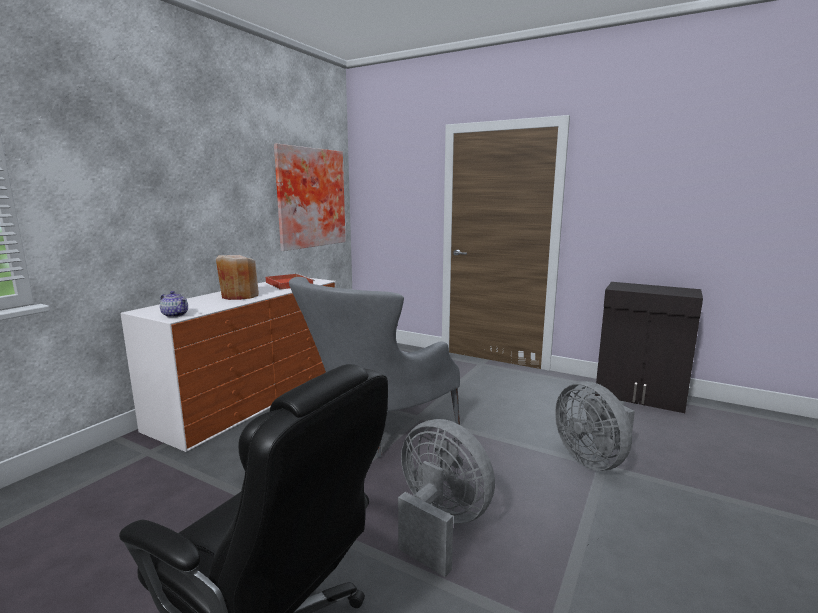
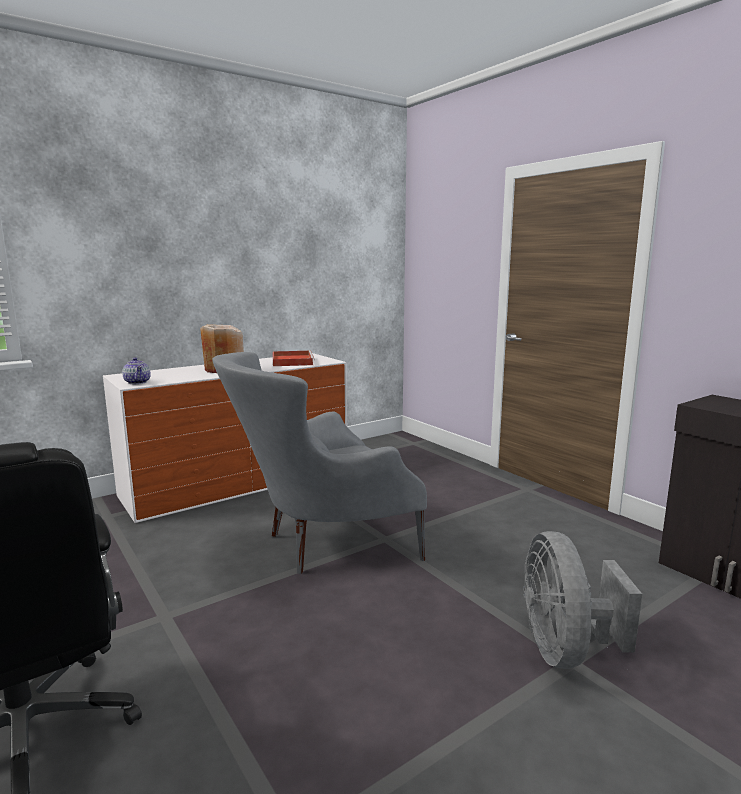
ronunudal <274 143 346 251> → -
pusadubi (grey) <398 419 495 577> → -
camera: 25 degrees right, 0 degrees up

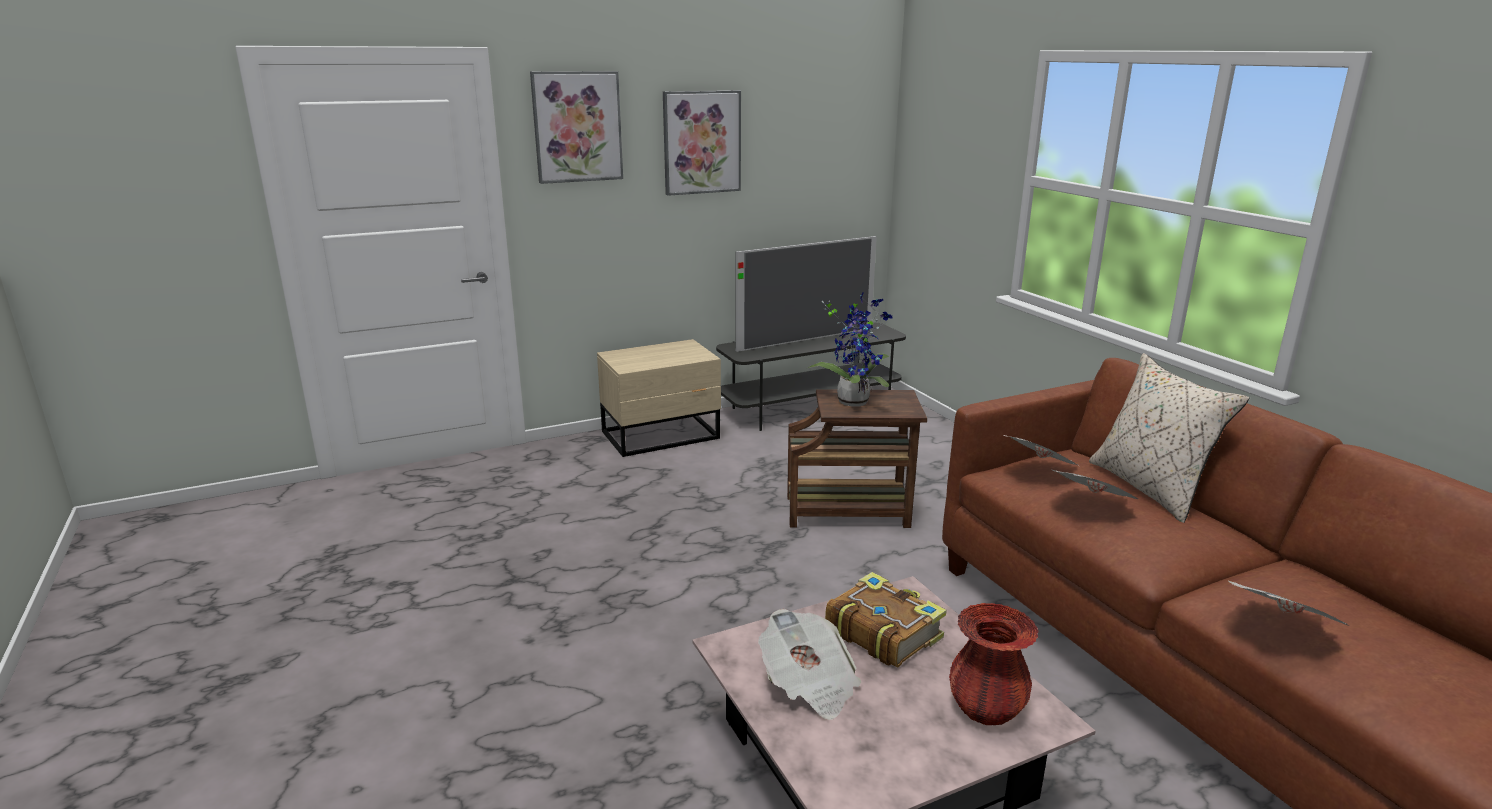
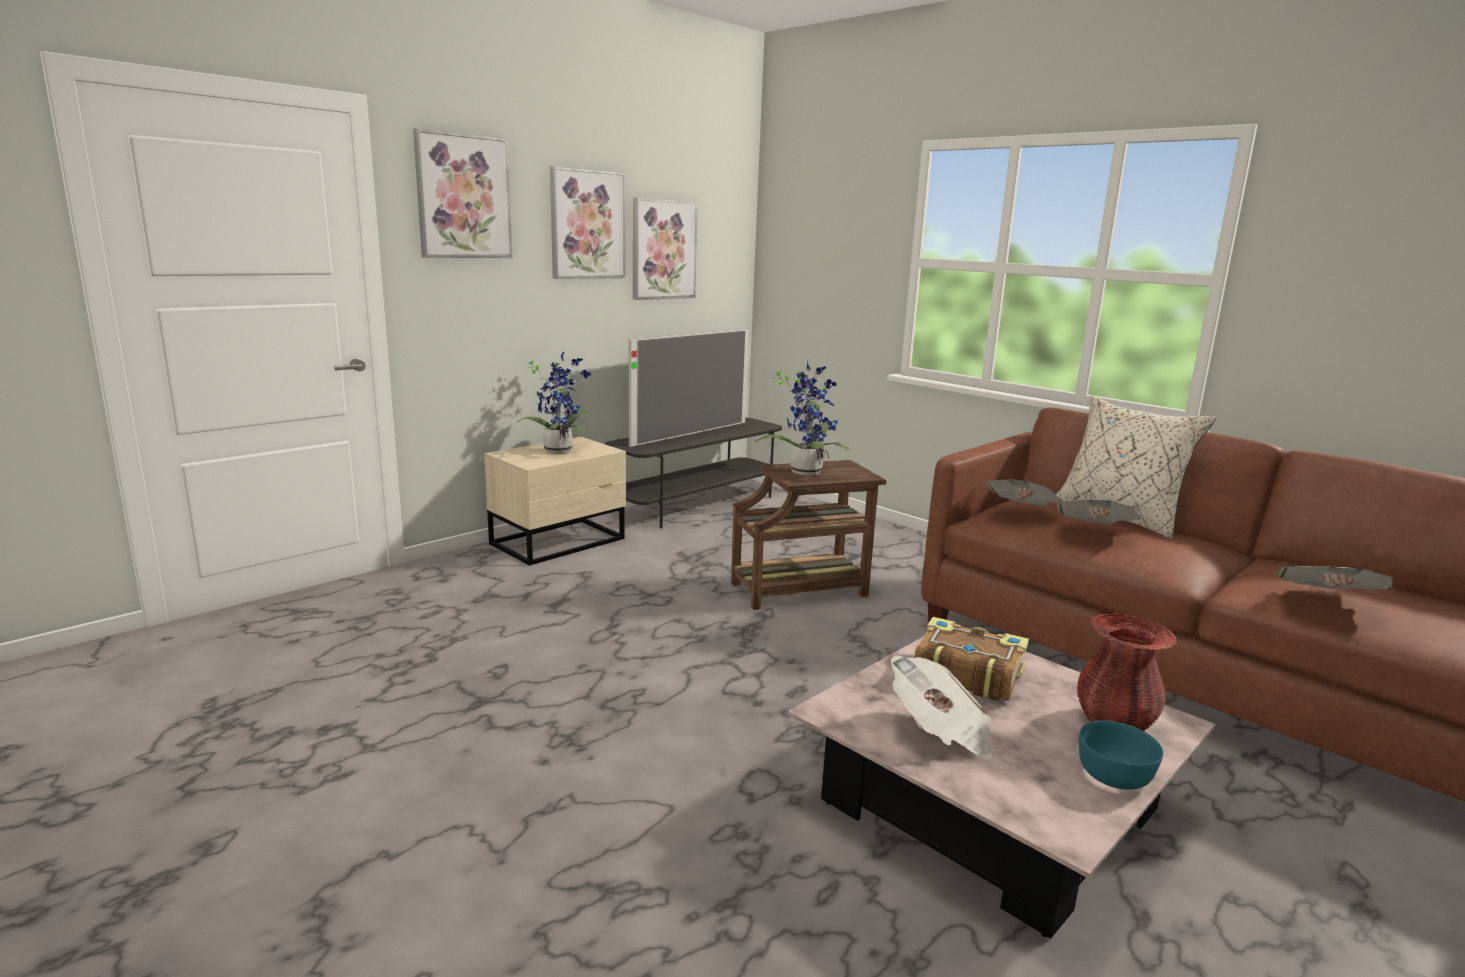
- → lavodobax <516 352 591 453>
- → ronunudal <633 198 698 300>
- → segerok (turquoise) <1079 721 1163 790>
camera: 20 degrees left, 5 degrees down

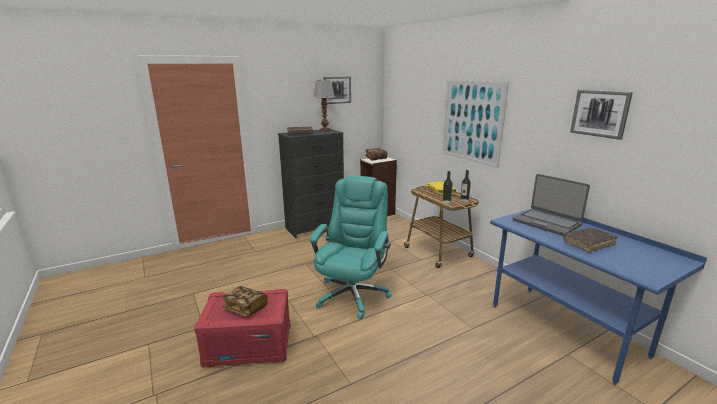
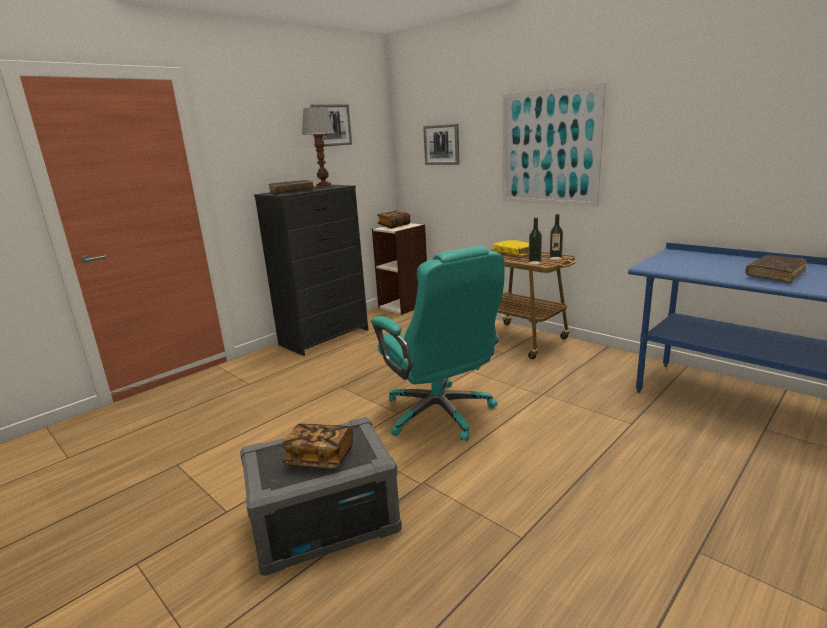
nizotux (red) <194 289 290 368> → nizotux (grey) <240 417 402 576>
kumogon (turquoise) <310 176 392 319> → kumogon (turquoise) <371 246 505 441>, 150 degrees clockwise
ronunudal <570 90 633 140> → ronunudal <423 124 459 165>, moved
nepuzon <512 174 590 236> → -
camera: 15 degrees left, 0 degrees up

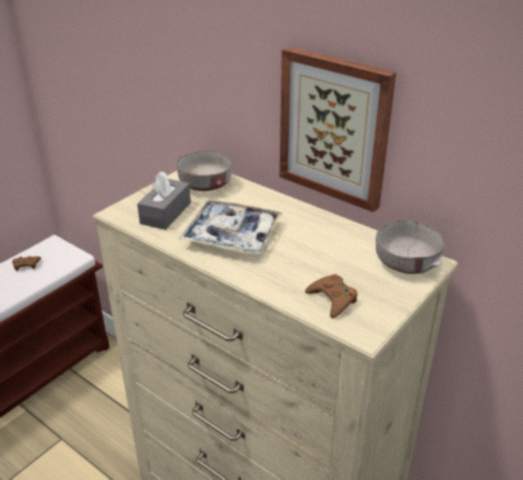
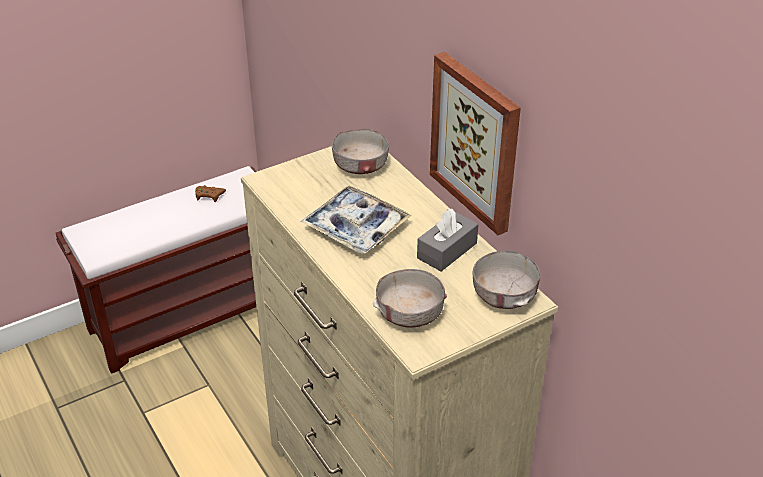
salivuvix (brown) <305 274 358 318> → segerok (grey) <373 269 447 328>
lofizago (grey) <137 171 191 230> → lofizago (grey) <417 209 478 271>, moved
camera: 20 degrees right, 5 degrees up

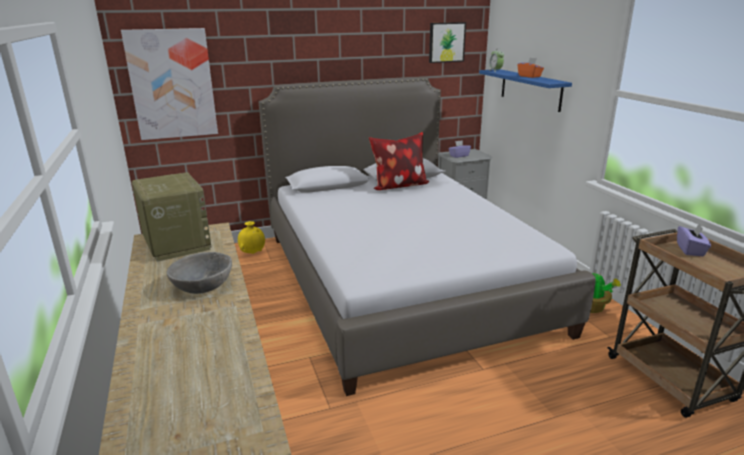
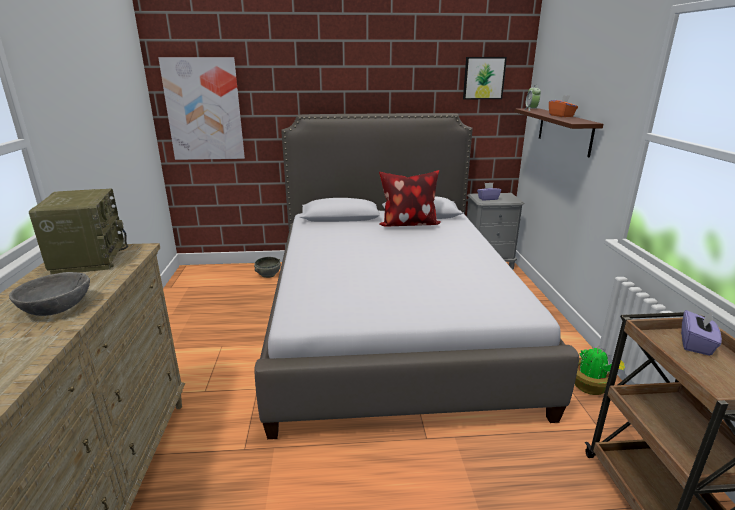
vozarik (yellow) <238 221 265 254> → segerok (grey) <254 257 281 278>
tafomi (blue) <479 69 572 112> → tafomi (brown) <515 108 603 157>
camera: 15 degrees right, 0 degrees up

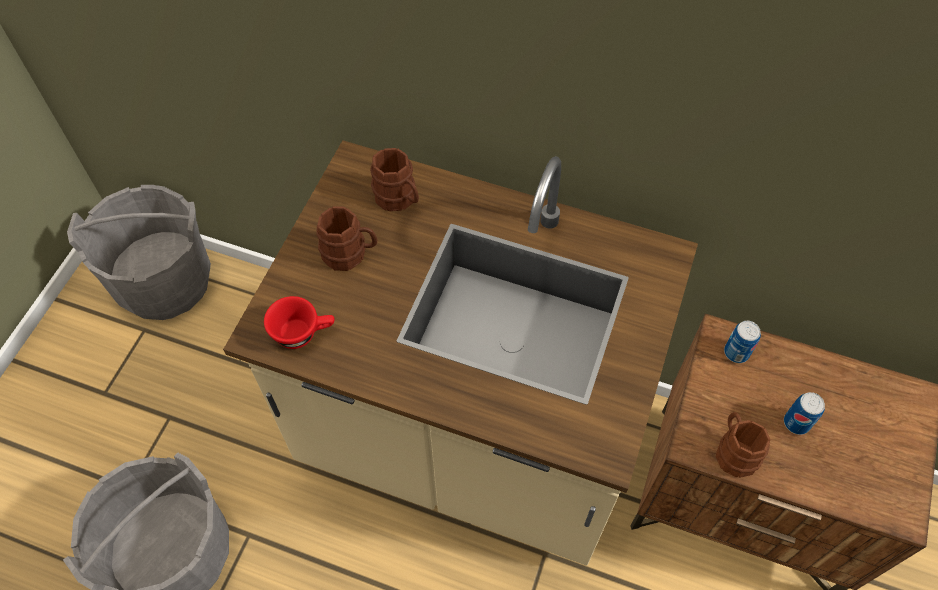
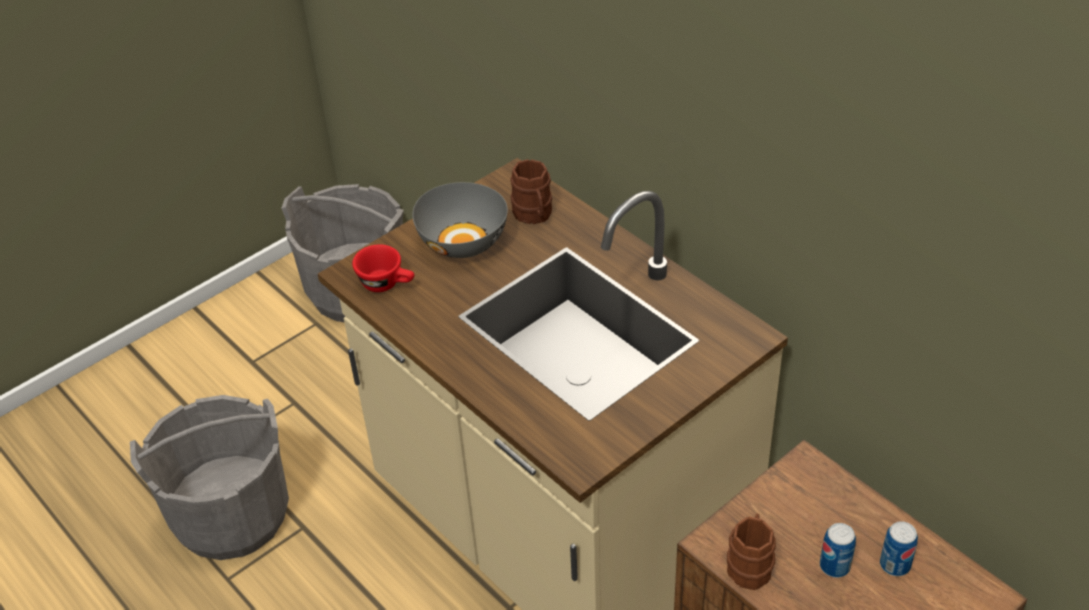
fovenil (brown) <317 206 377 271> → segerok (grey) <412 182 508 258>
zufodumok <724 321 761 363> → zufodumok <880 521 918 576>, moved
camera: 30 degrees right, 15 degrees down

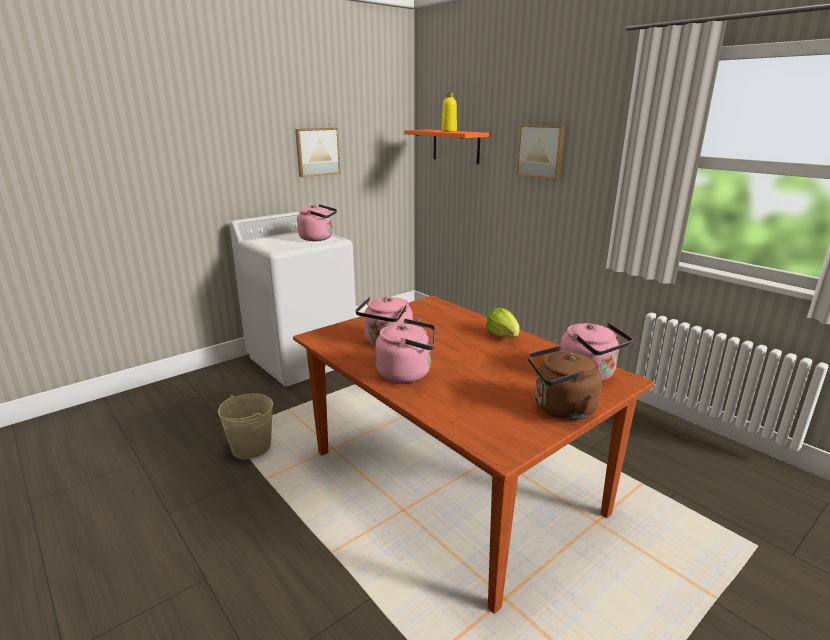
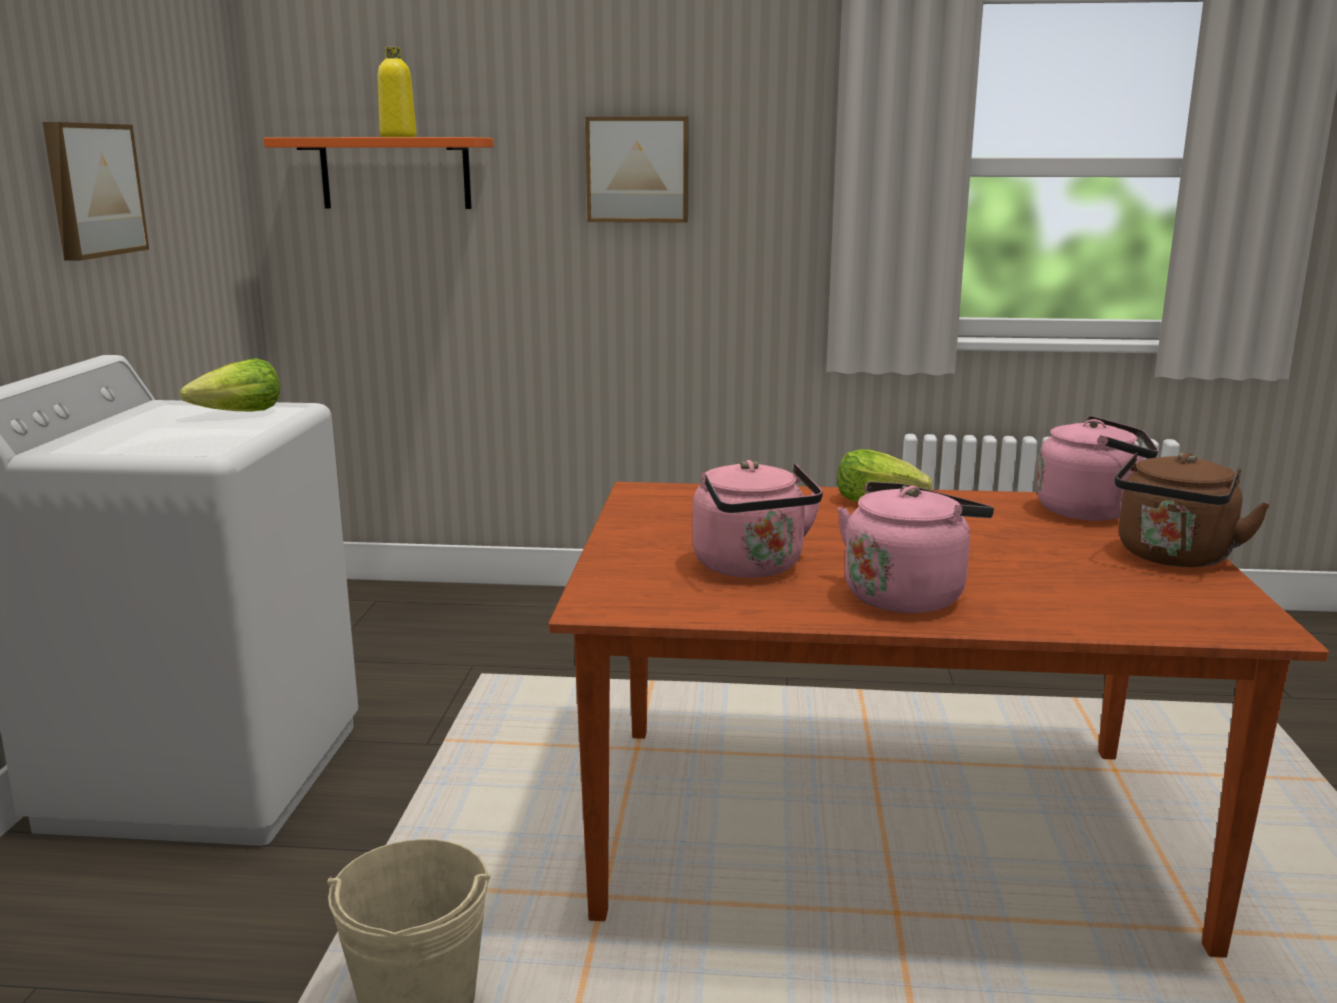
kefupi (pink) <297 204 337 241> → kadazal <180 358 280 412>
camera: 45 degrees left, 5 degrees down

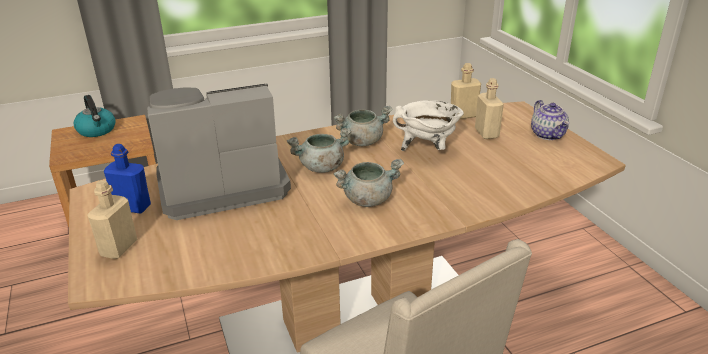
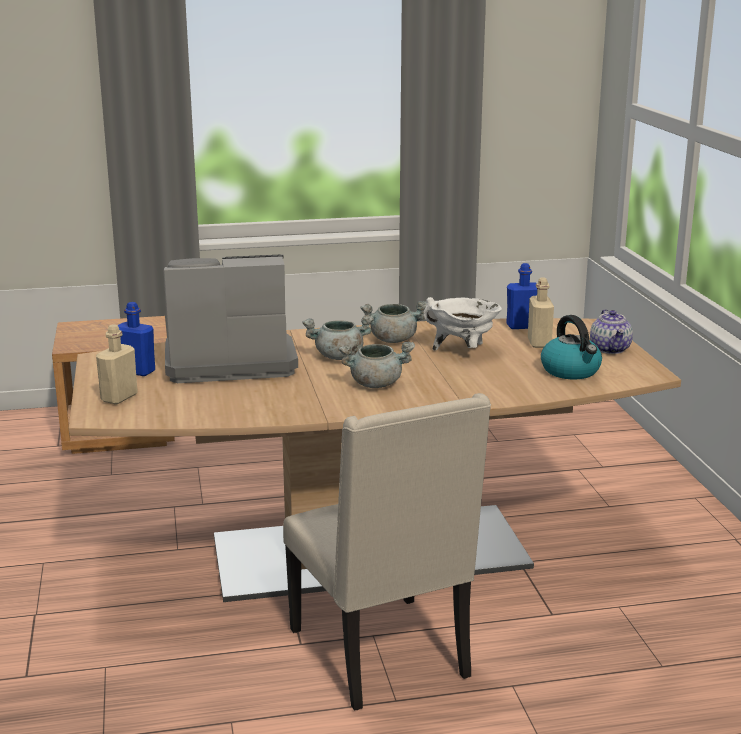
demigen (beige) <451 63 481 119> → demigen (blue) <506 263 537 329>
kefupi <74 95 115 137> → kefupi <541 315 602 379>, moved
camera: 10 degrees right, 10 degrees down

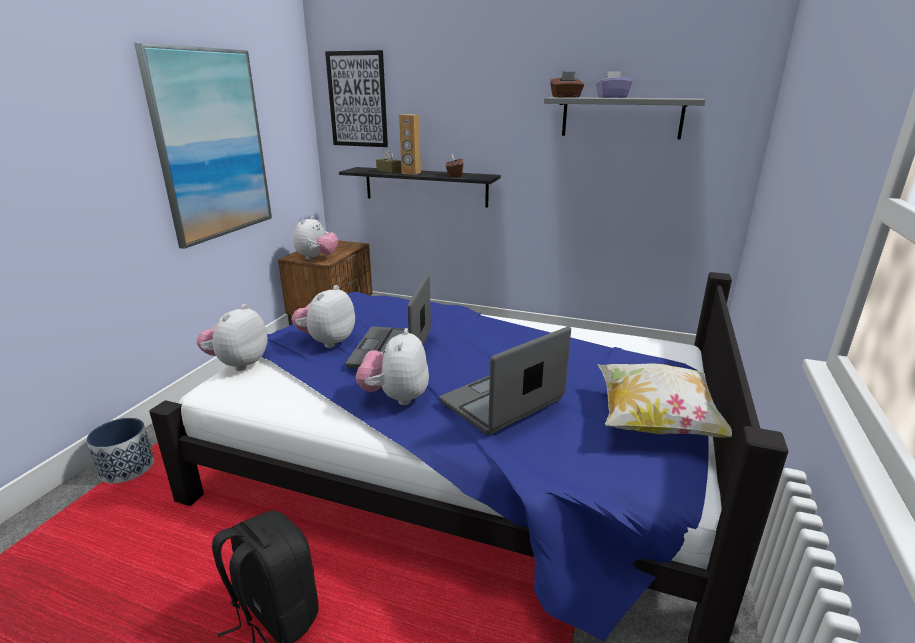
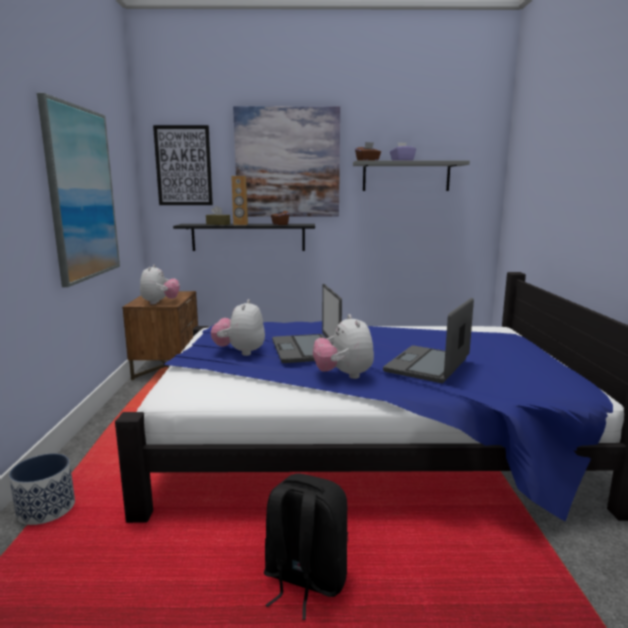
- → ronunudal <233 106 340 216>
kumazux <196 304 268 371> → -
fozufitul <597 363 732 438> → -
camera: 20 degrees left, 10 degrees down

